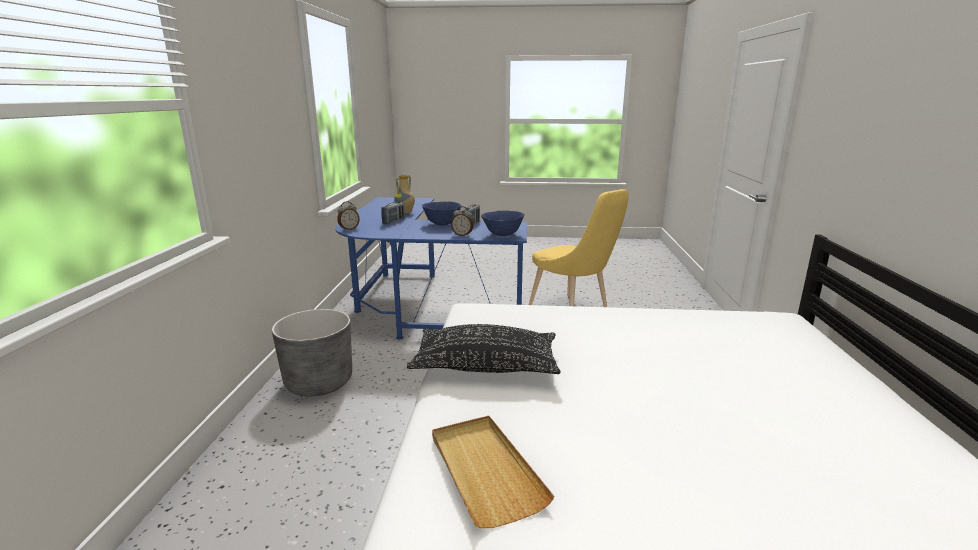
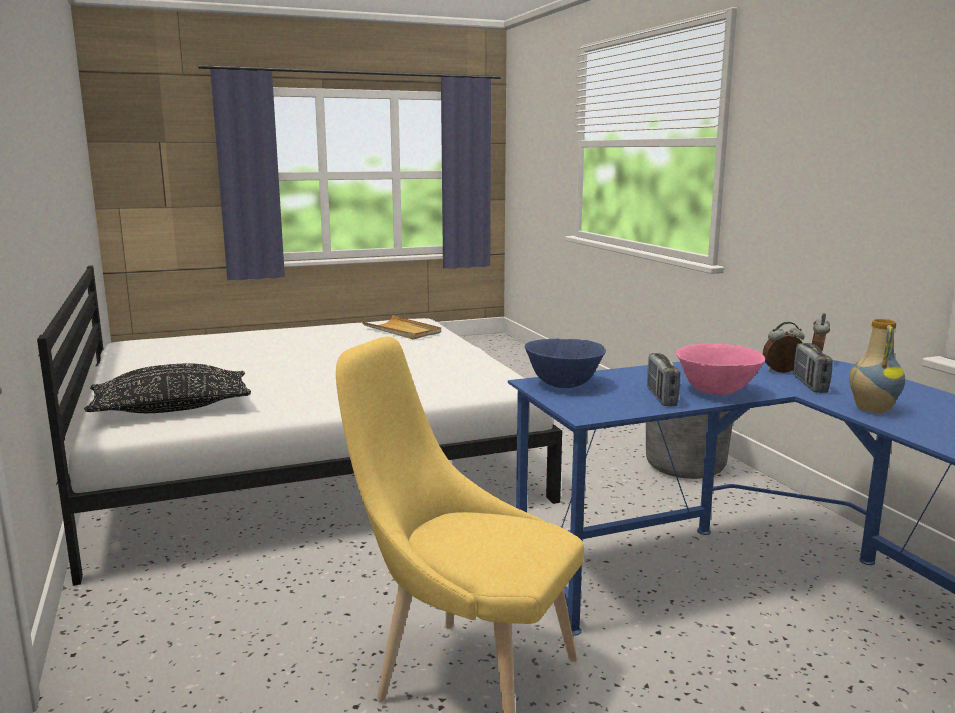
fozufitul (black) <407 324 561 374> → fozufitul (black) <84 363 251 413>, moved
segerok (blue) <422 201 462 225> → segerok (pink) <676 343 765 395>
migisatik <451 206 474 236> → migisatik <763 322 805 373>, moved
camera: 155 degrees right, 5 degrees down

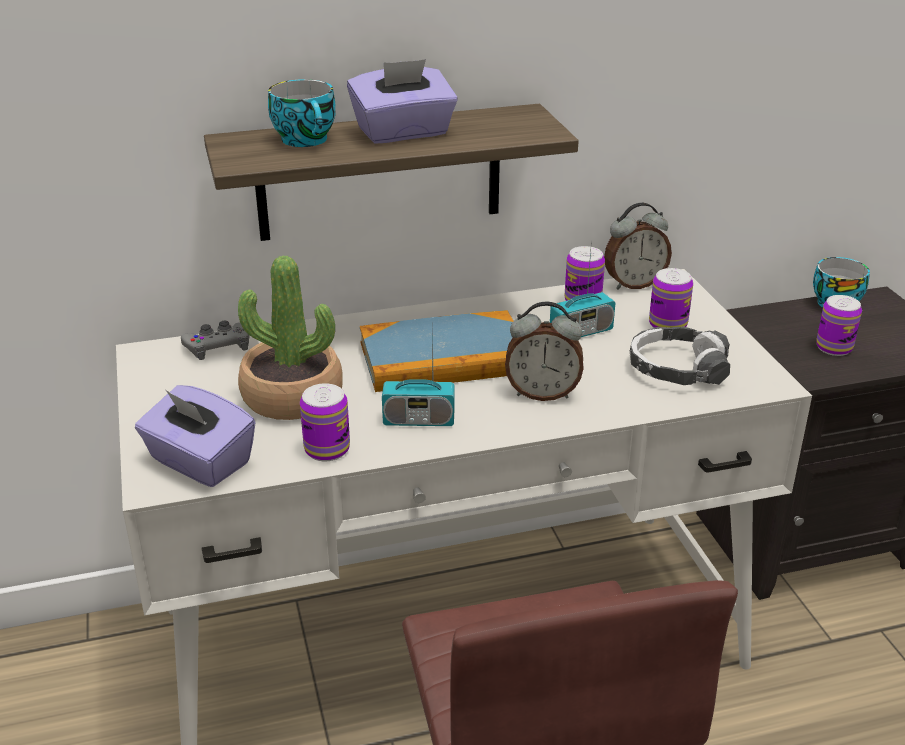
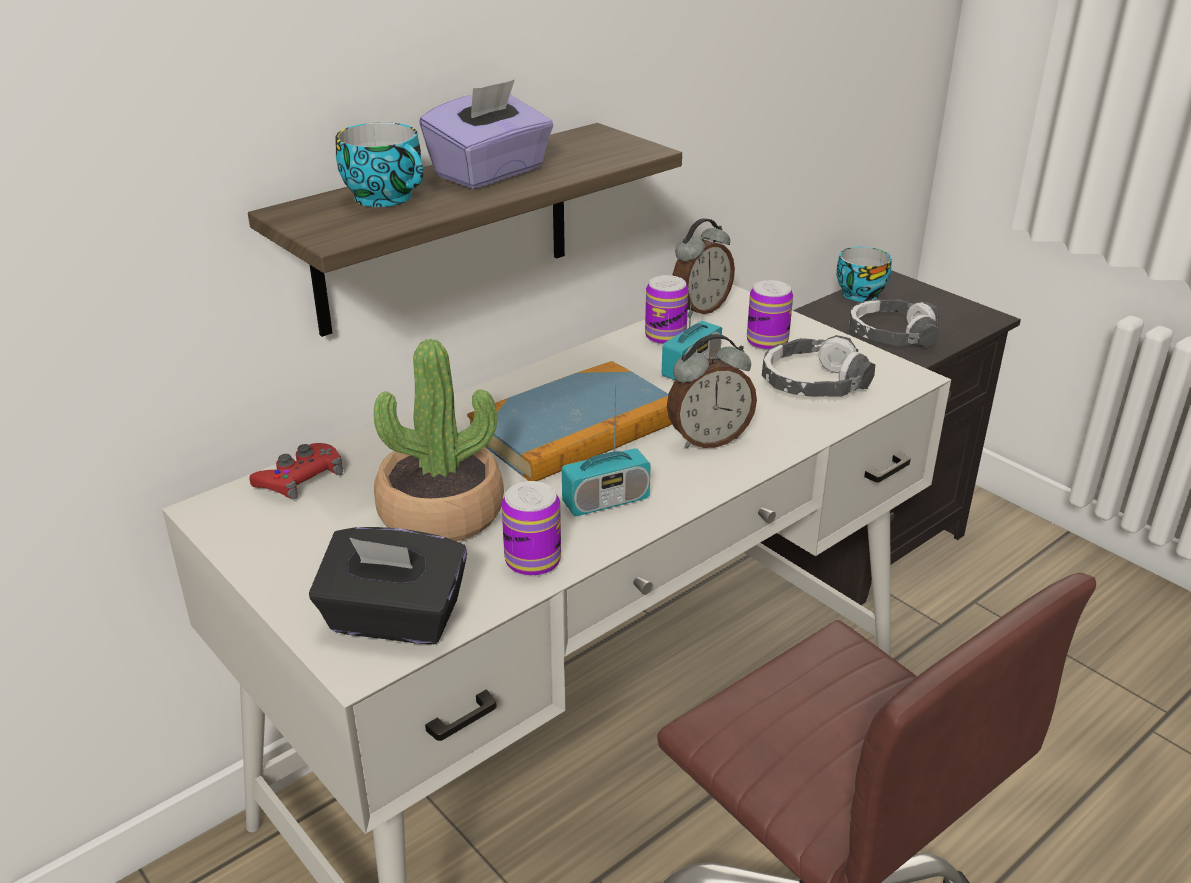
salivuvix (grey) <181 320 250 360> → salivuvix (red) <249 443 343 500>
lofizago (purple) <135 385 256 487> → lofizago (black) <309 527 467 644>
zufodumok <816 295 862 356> → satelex <849 299 940 348>
camera: 25 degrees left, 0 degrees up

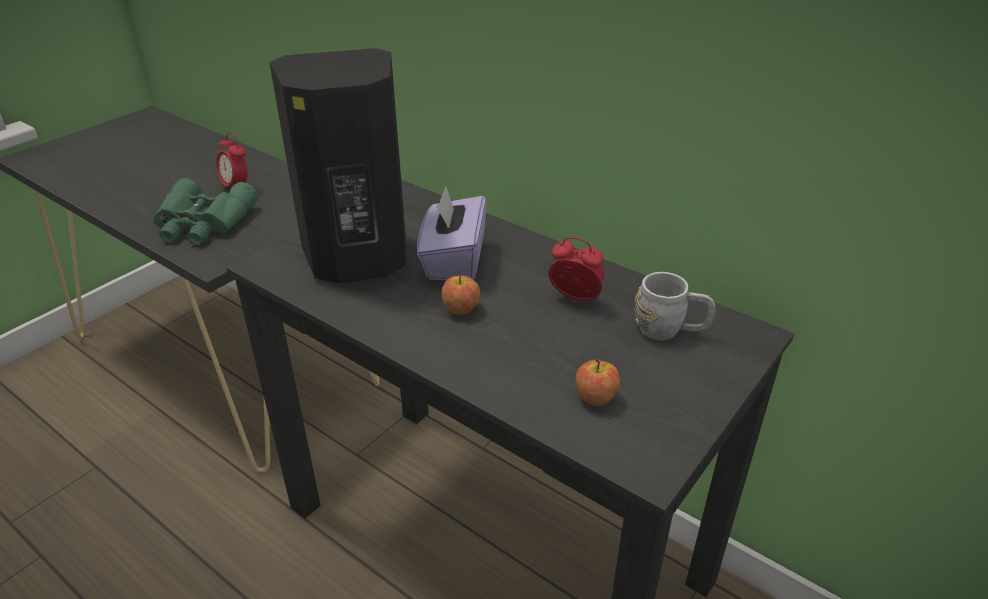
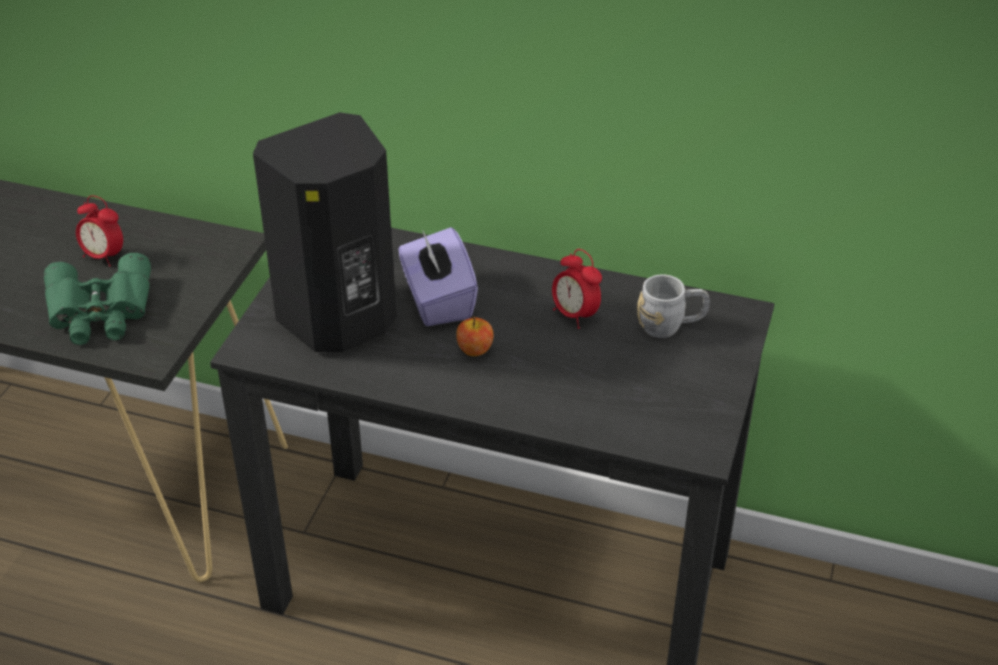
migisatik <549 237 604 303> → migisatik <552 249 602 329>, 135 degrees counterclockwise
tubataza <576 359 620 406> → -
camera: 20 degrees left, 5 degrees up

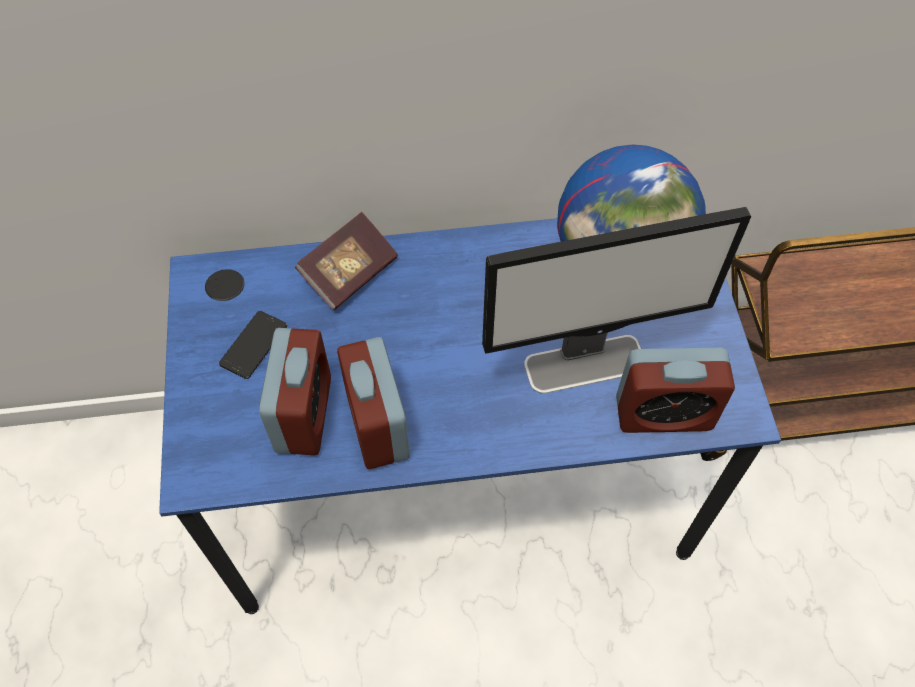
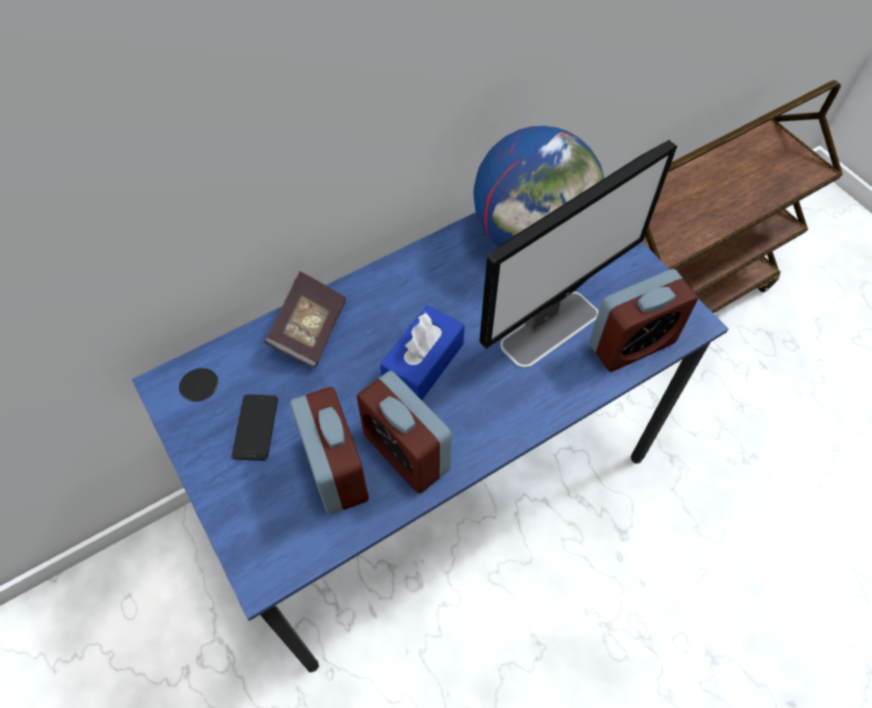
- → lofizago (blue) <380 305 464 400>
camera: 25 degrees left, 0 degrees up

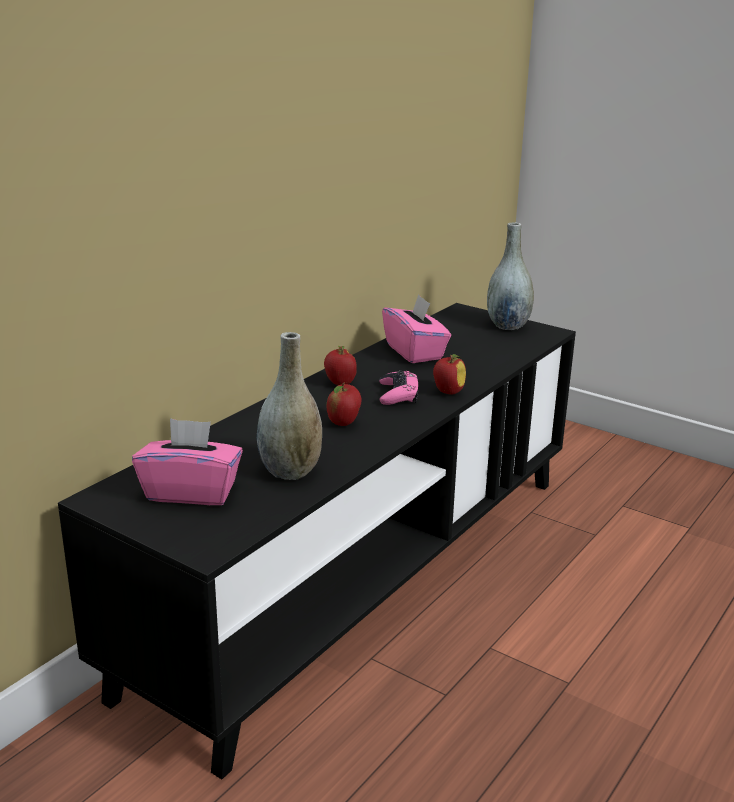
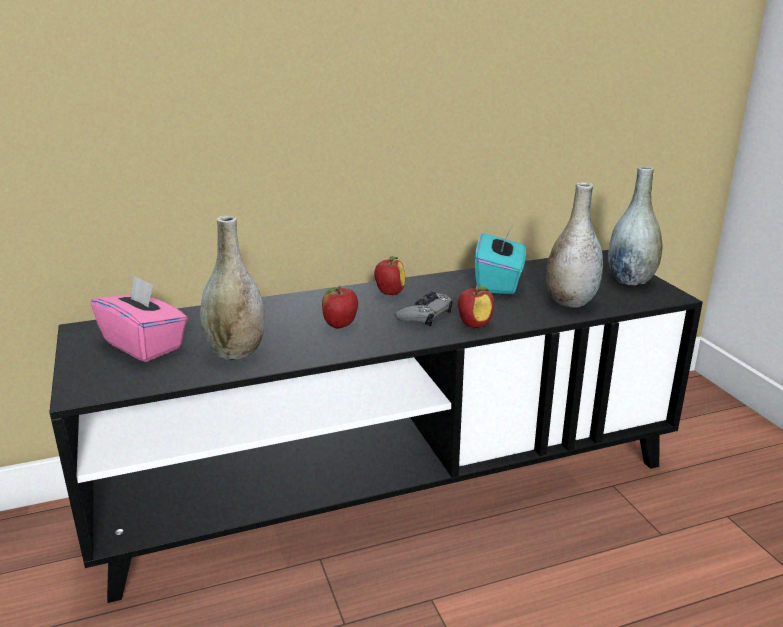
salivuvix (pink) <379 370 419 405> → salivuvix (grey) <395 291 453 326>
lofizago (pink) <382 294 451 363> → lofizago (turquoise) <475 226 526 294>
- → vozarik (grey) <546 182 603 308>
camera: 35 degrees right, 0 degrees up

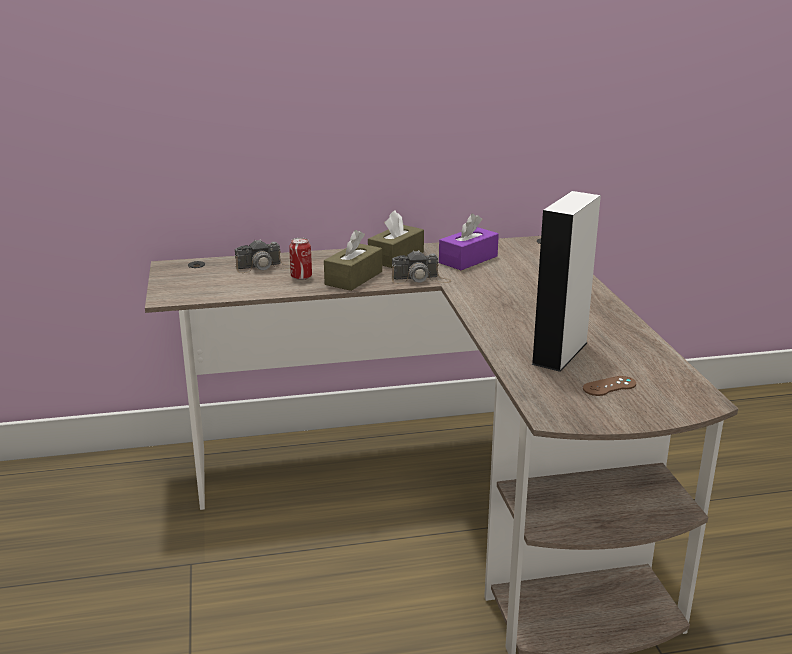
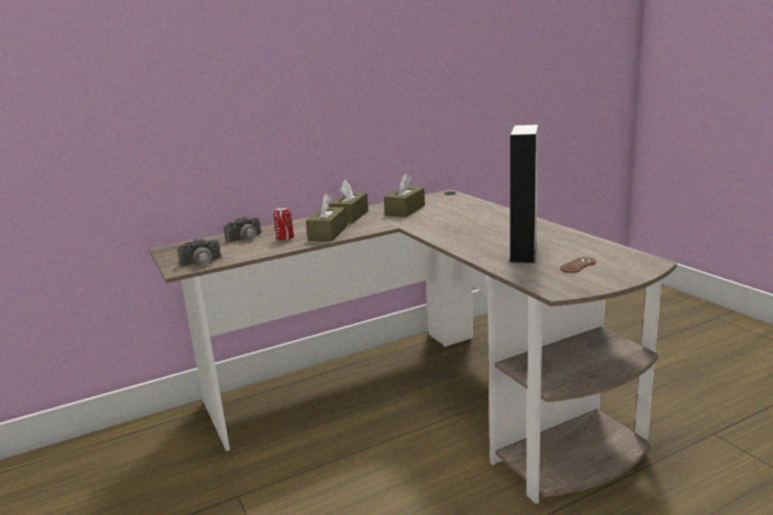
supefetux <392 250 451 284> → supefetux <177 237 234 269>, moved
lofizago (purple) <439 214 499 270> → lofizago (brown) <384 174 425 217>
camera: 15 degrees left, 5 degrees down

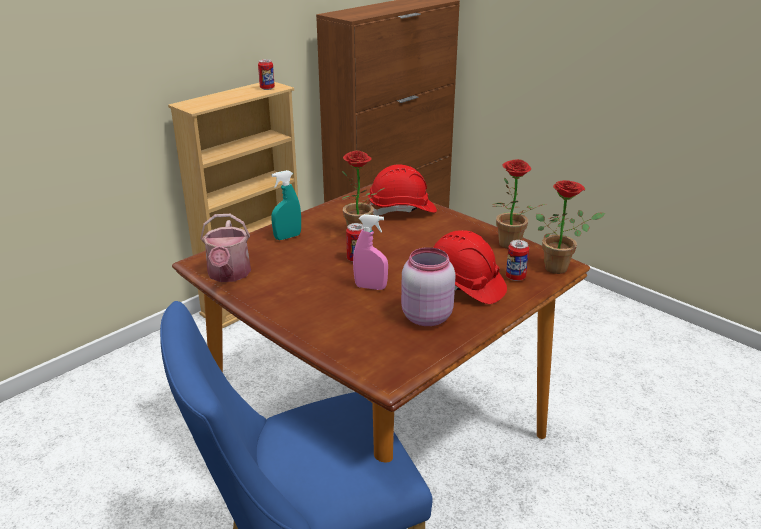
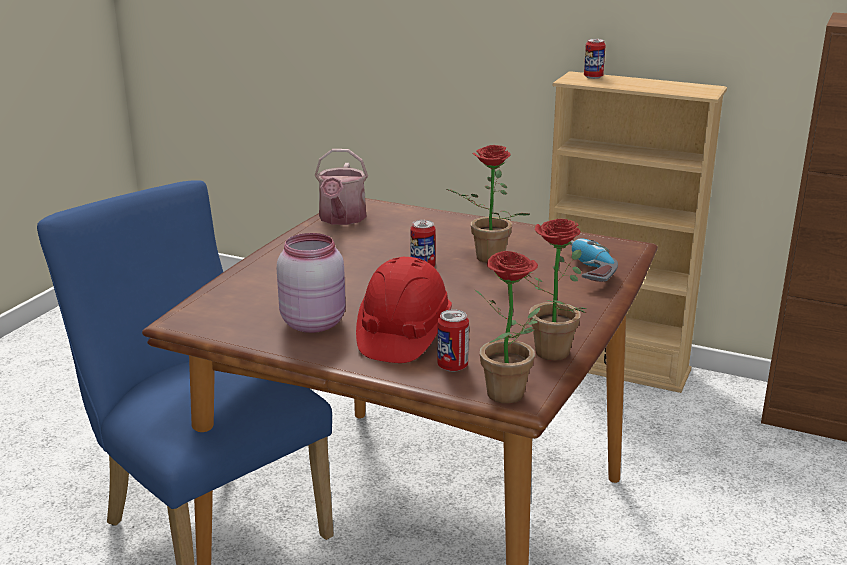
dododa <200 214 251 282> → dododa <314 149 368 225>, 60 degrees counterclockwise
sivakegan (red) <368 164 437 215> → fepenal <570 238 618 282>
zufodumok <258 59 275 90> → zufodumok <584 39 606 79>, moved
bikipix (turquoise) <271 170 301 240> → -
bikipix (pink) <353 214 388 290> → -
camera: 70 degrees right, 5 degrees down

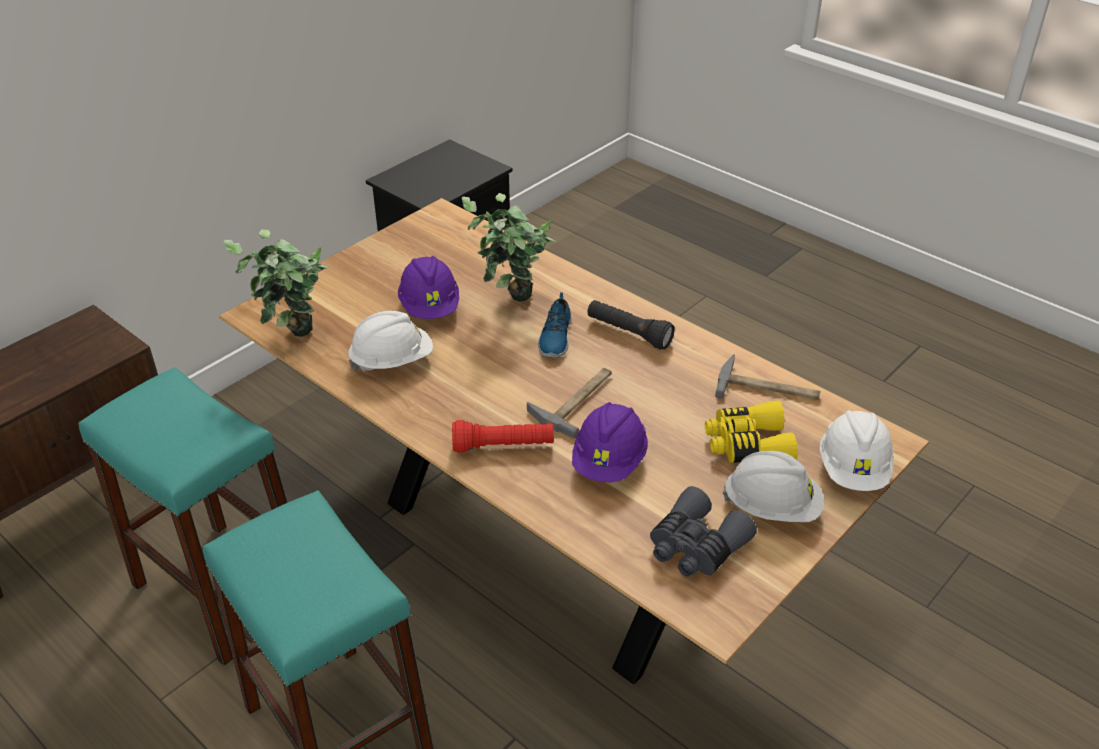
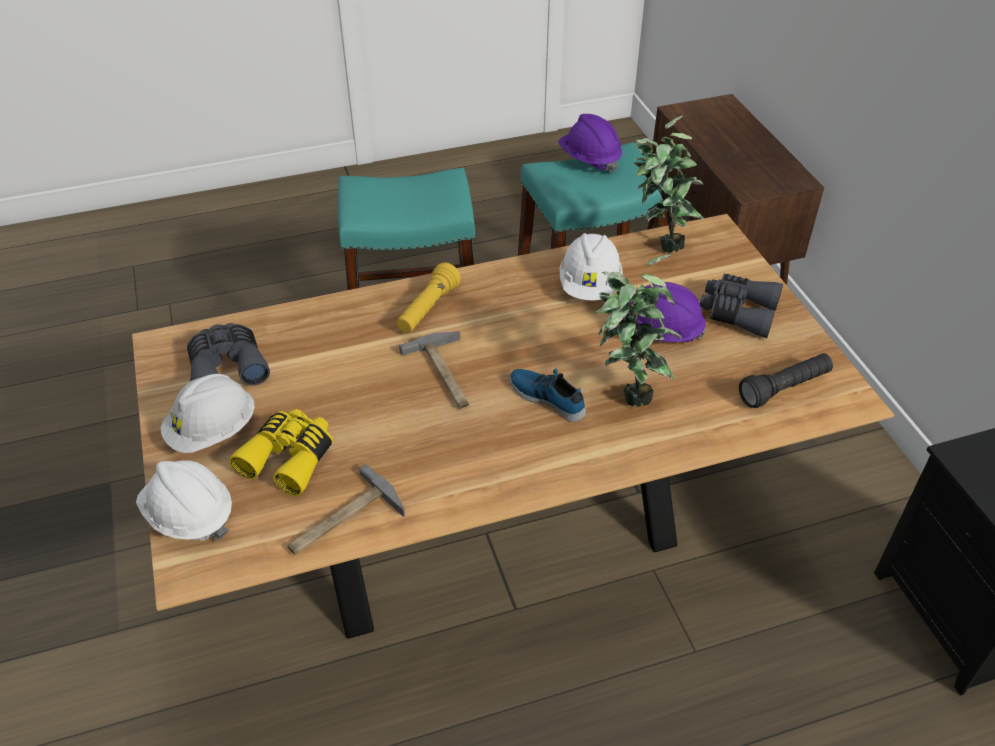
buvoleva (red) <452 420 554 453> → buvoleva (yellow) <396 263 461 333>
sivakegan (purple) <572 402 648 482> → sivakegan (purple) <558 114 622 173>, moved
- → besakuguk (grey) <700 274 783 338>
buvoleva (black) <587 300 675 350> → buvoleva (black) <739 353 833 408>, moved
camera: 120 degrees right, 5 degrees up

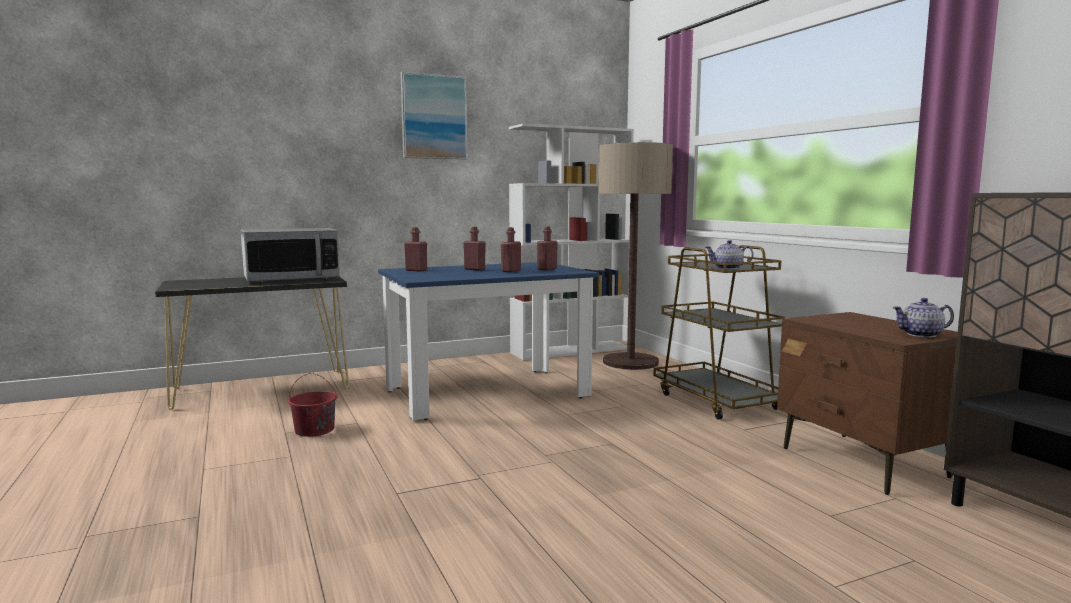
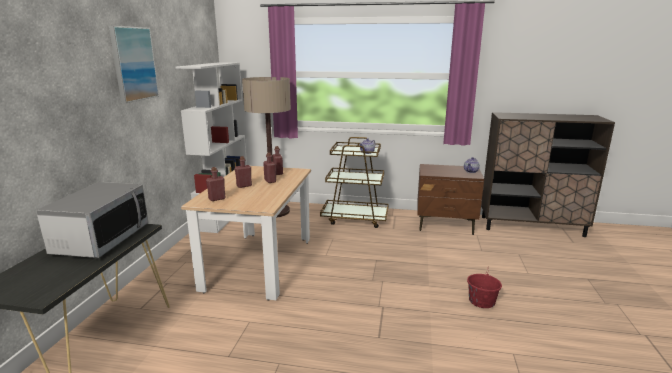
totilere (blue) <378 262 598 420> → totilere (beige) <181 166 311 301>
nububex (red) <288 373 337 437> → nububex (red) <467 266 502 308>, moved
camera: 55 degrees left, 10 degrees up

